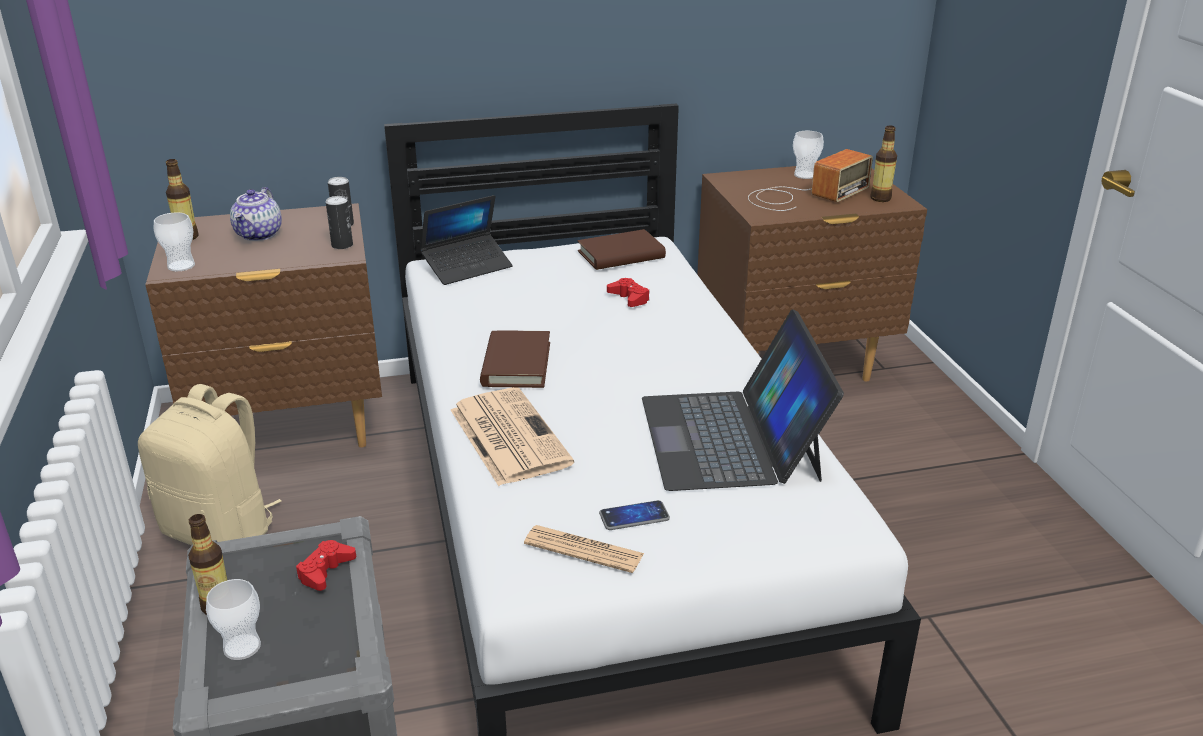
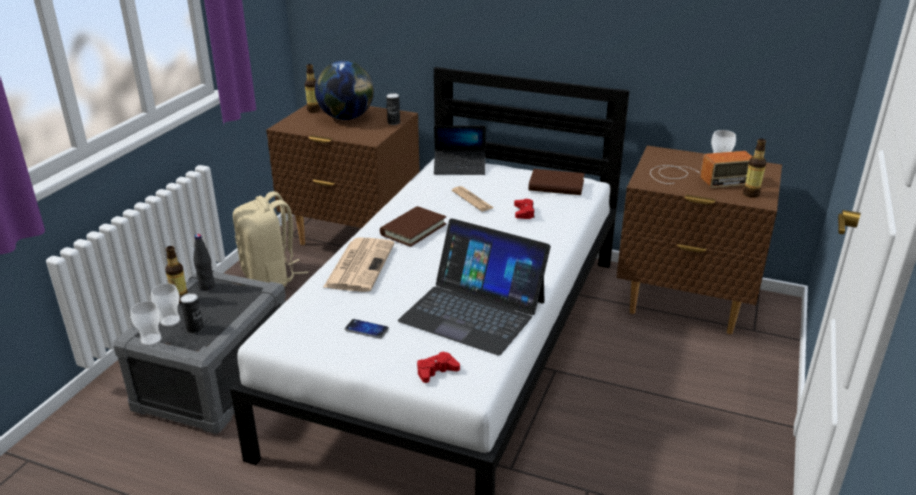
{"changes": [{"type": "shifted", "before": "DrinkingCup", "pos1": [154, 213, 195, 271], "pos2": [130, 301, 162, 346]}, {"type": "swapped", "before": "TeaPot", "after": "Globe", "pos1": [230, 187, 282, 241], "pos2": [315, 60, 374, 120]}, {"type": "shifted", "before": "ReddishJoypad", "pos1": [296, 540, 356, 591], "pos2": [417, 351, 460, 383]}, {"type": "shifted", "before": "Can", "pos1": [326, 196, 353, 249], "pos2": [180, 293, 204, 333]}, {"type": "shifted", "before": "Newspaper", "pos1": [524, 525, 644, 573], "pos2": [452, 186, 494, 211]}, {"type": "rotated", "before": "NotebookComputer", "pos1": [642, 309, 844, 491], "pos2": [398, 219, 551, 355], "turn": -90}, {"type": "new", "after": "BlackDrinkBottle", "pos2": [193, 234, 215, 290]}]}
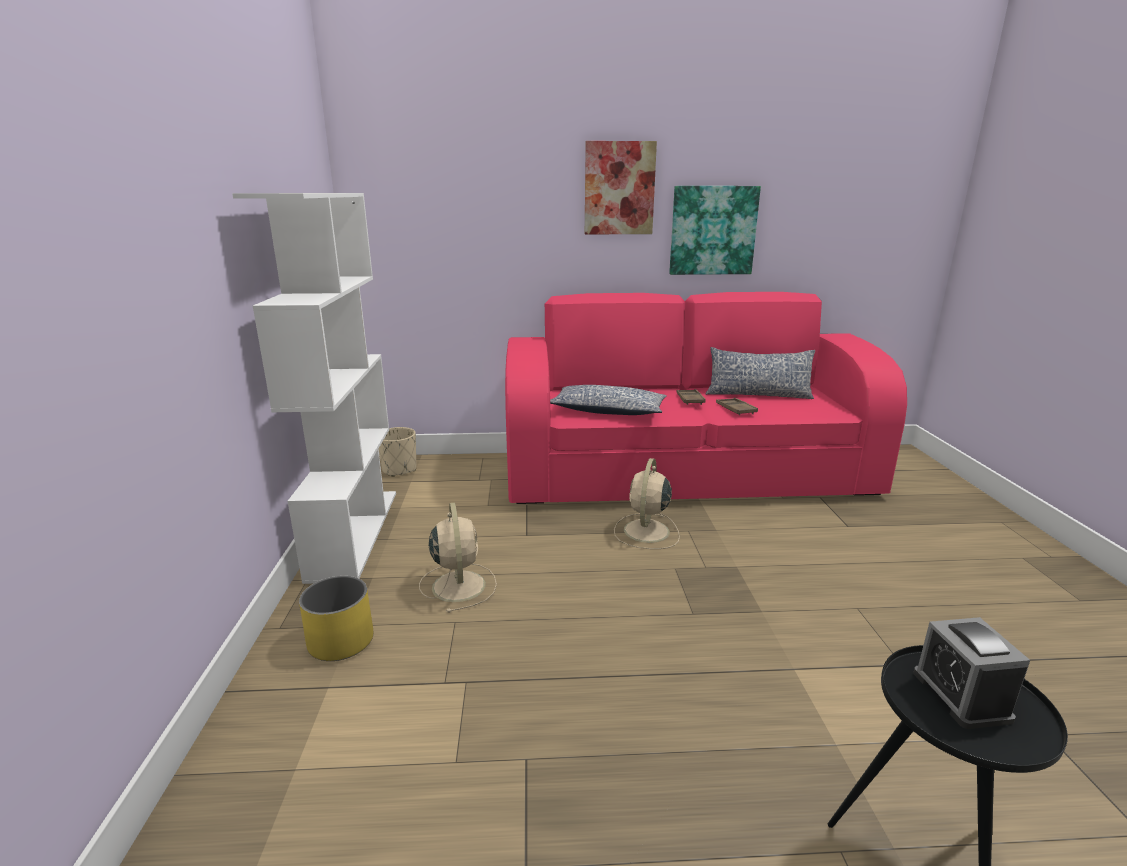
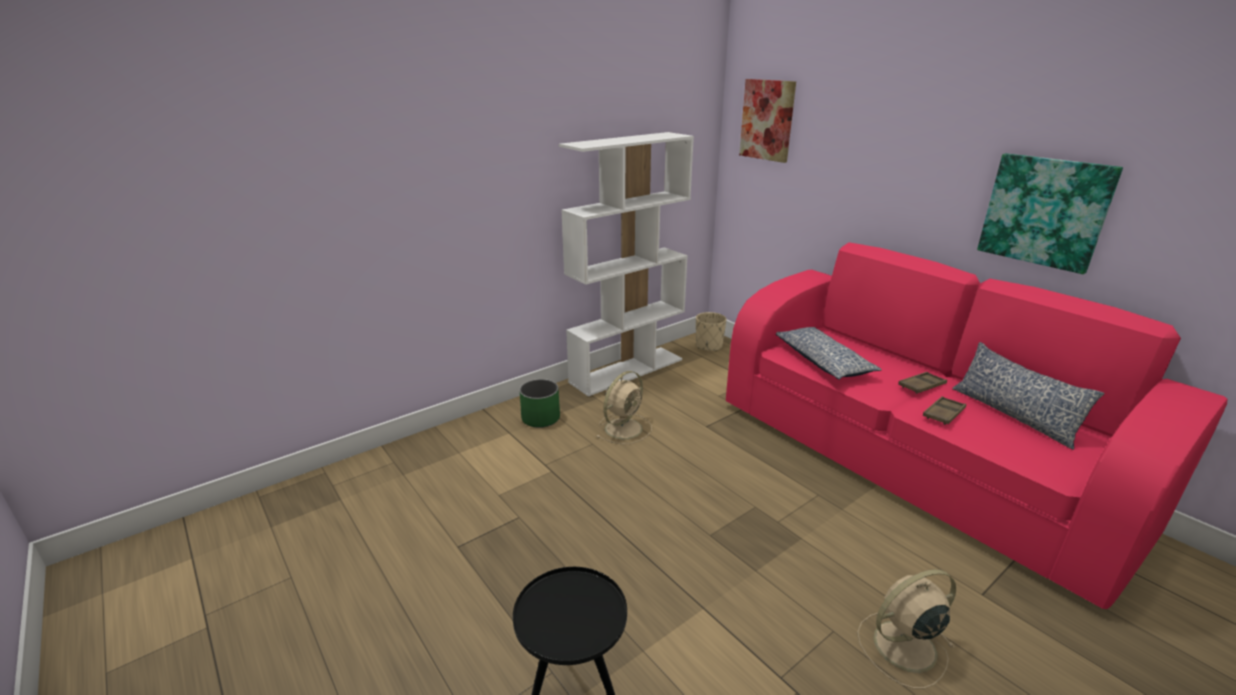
{"changes": [{"type": "repainted", "before": "YellowColouredPlanter", "after": "GreenishPlanter", "pos1": [299, 576, 373, 661], "pos2": [520, 379, 560, 428]}, {"type": "shifted", "before": "Picture", "pos1": [585, 141, 657, 234], "pos2": [739, 79, 796, 163]}, {"type": "shifted", "before": "BeigeFan", "pos1": [614, 458, 680, 549], "pos2": [857, 569, 956, 689]}, {"type": "gone", "before": "AlarmClock", "pos1": [913, 617, 1030, 729]}]}
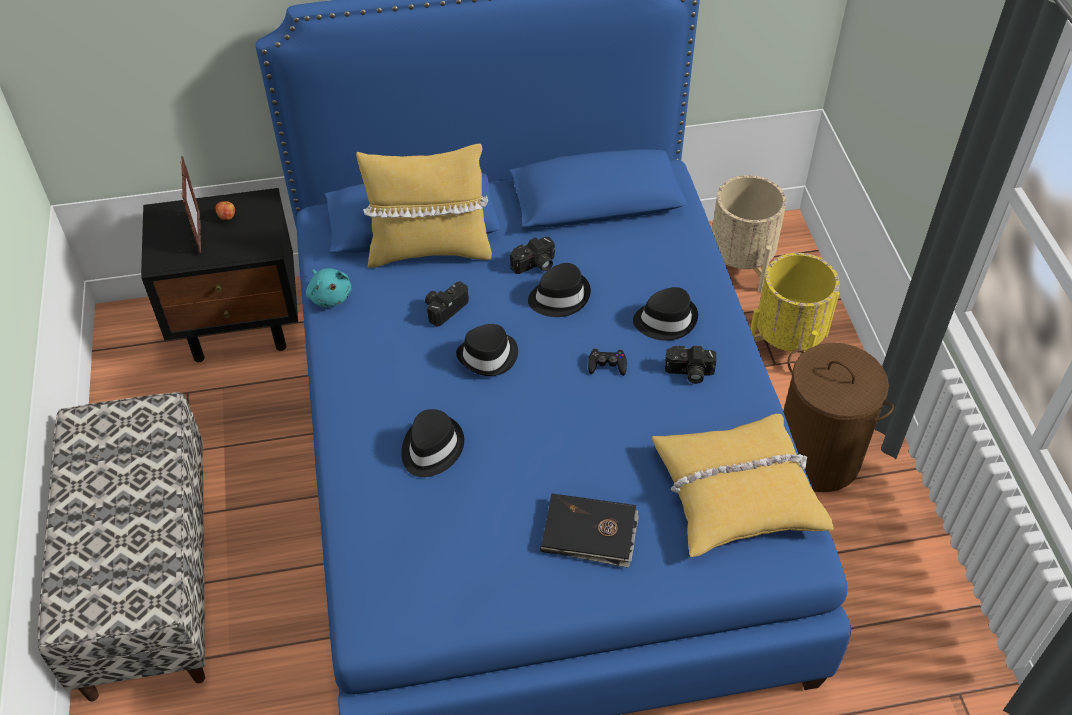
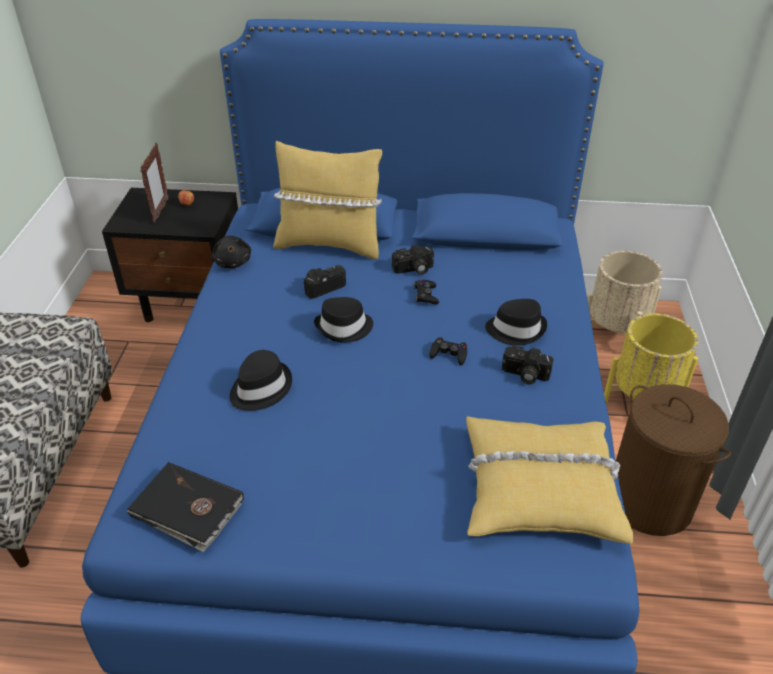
{"changes": [{"type": "repainted", "before": "TurquoisePlushToy", "after": "BlackPlushToy", "pos1": [306, 268, 351, 308], "pos2": [212, 236, 251, 268]}, {"type": "swapped", "before": "BlackClothingHat", "after": "BlackJoypad", "pos1": [528, 263, 591, 317], "pos2": [414, 280, 439, 305]}, {"type": "shifted", "before": "BlackVolume", "pos1": [540, 493, 639, 568], "pos2": [127, 462, 244, 552]}]}
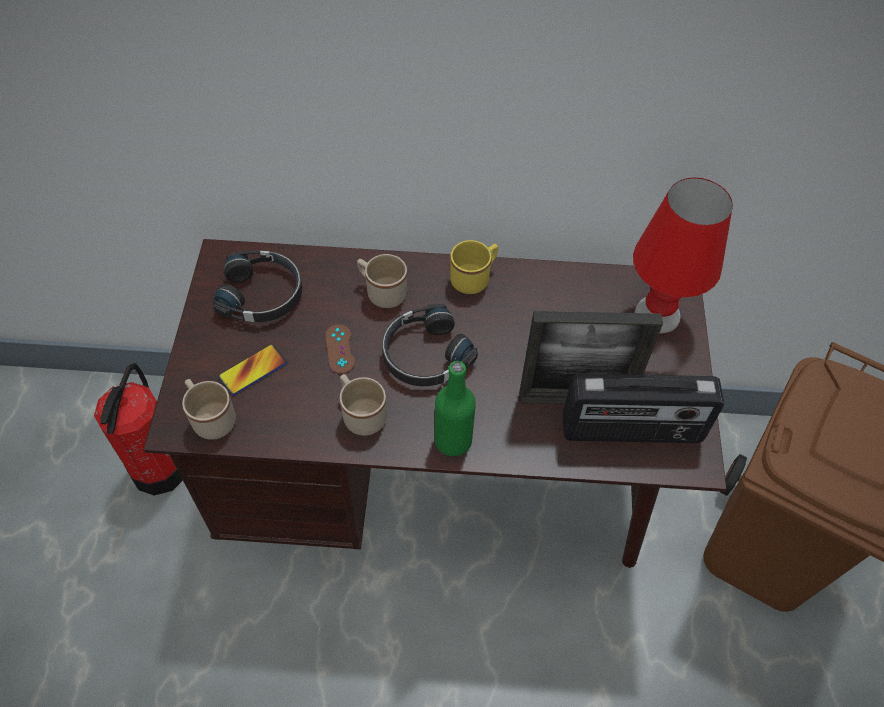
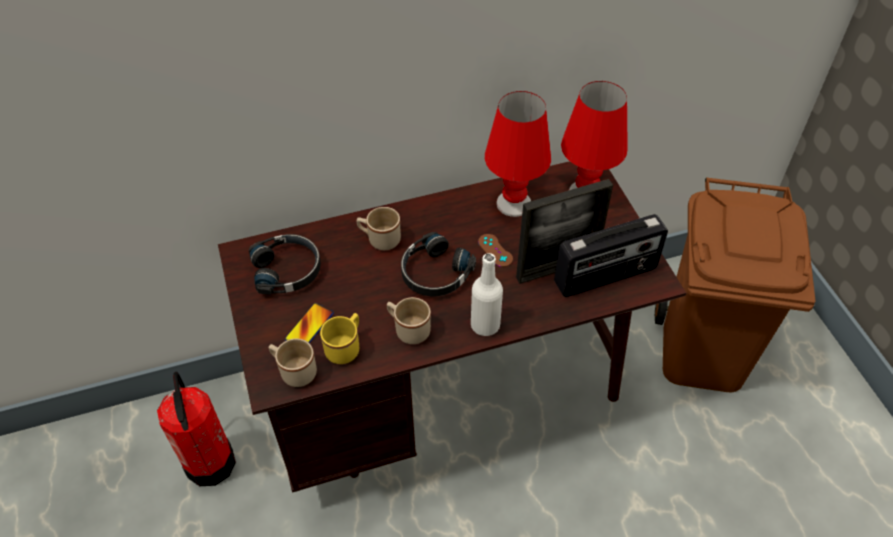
{"changes": [{"type": "shifted", "before": "BrownJoypad", "pos1": [325, 324, 355, 374], "pos2": [478, 234, 513, 267]}, {"type": "repainted", "before": "GreenishDrinkBottle", "after": "WhiteColouredDrinkBottle", "pos1": [434, 361, 476, 456], "pos2": [471, 253, 503, 336]}, {"type": "shifted", "before": "YellowColouredMug", "pos1": [450, 240, 498, 294], "pos2": [320, 313, 359, 364]}, {"type": "new", "after": "ReddishTableLamp", "pos2": [485, 91, 551, 217]}]}
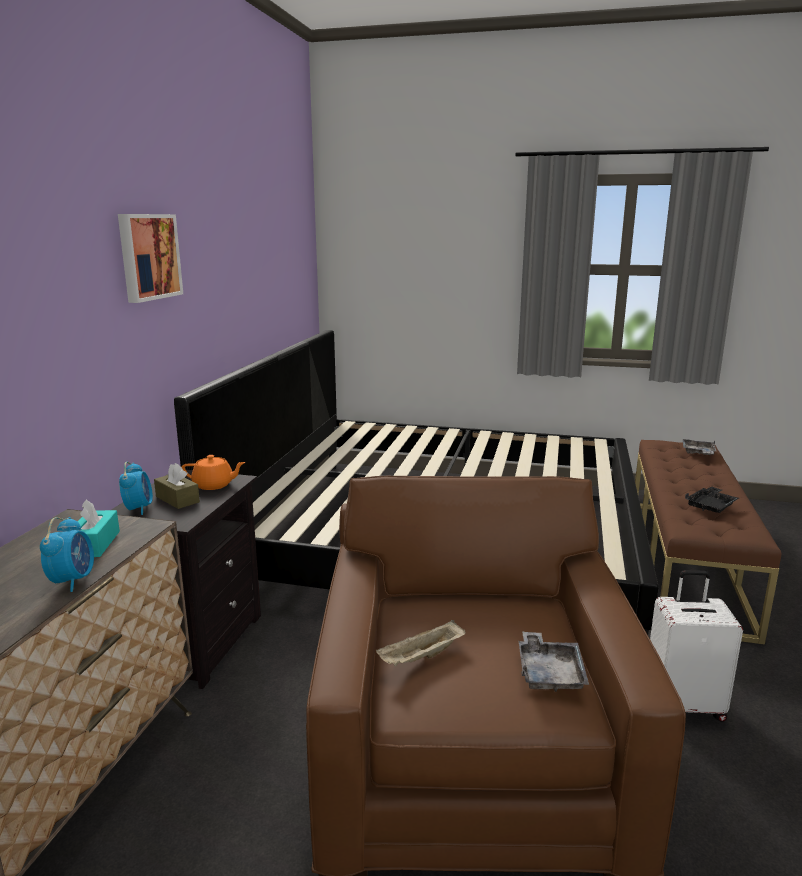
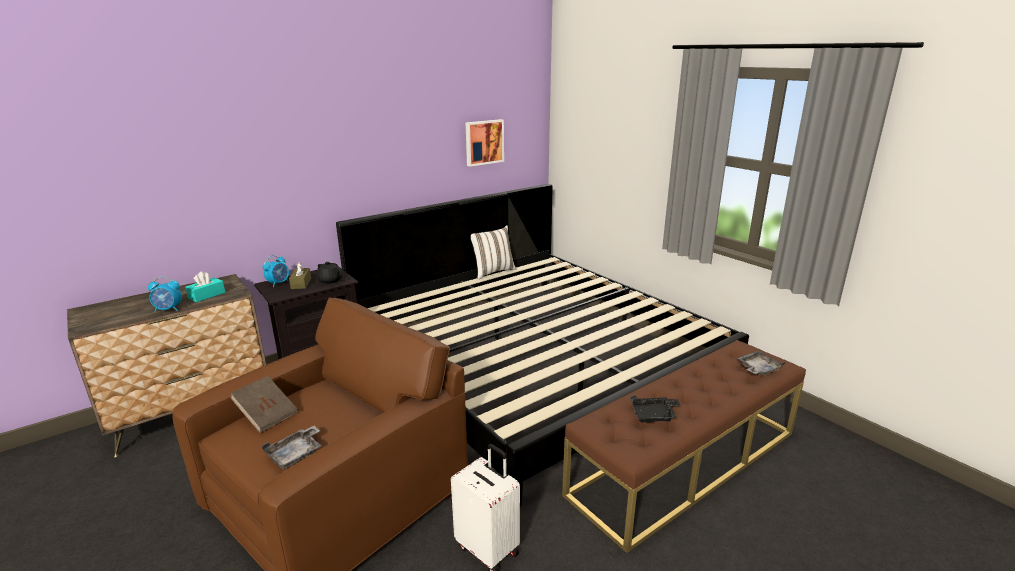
{"changes": [{"type": "rotated", "before": "AlarmClock", "pos1": [40, 517, 94, 592], "pos2": [148, 276, 182, 312], "turn": 45}, {"type": "shifted", "before": "Picture", "pos1": [118, 214, 183, 303], "pos2": [466, 119, 504, 166]}, {"type": "repainted", "before": "OrangeTeaPot", "after": "BlackTeaPot", "pos1": [182, 455, 246, 490], "pos2": [316, 262, 342, 284]}, {"type": "swapped", "before": "BeigeTray", "after": "BrownVolume", "pos1": [376, 620, 466, 666], "pos2": [231, 376, 298, 433]}, {"type": "new", "after": "WhiteColouredPillow", "pos2": [471, 226, 517, 279]}]}
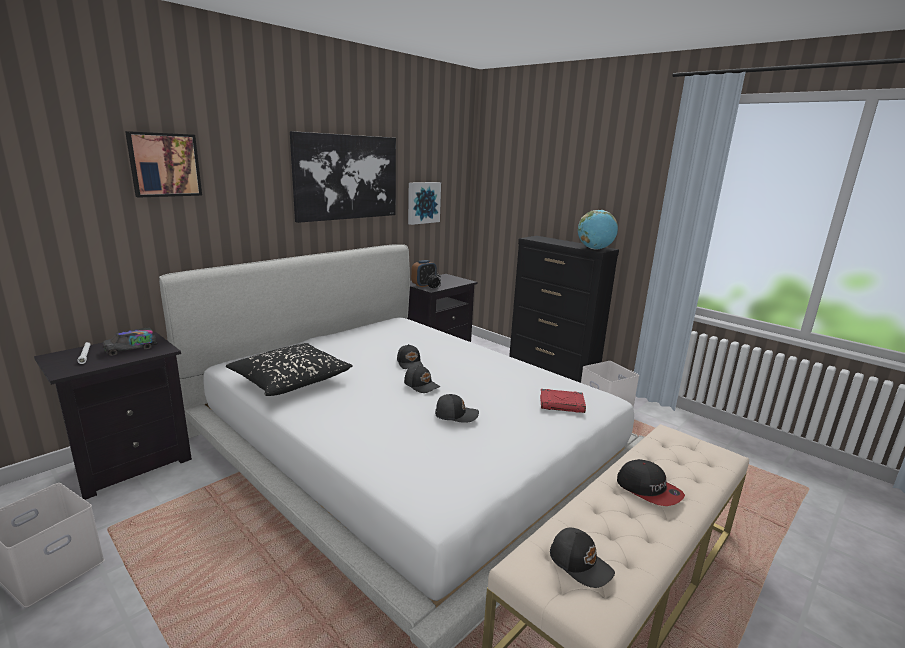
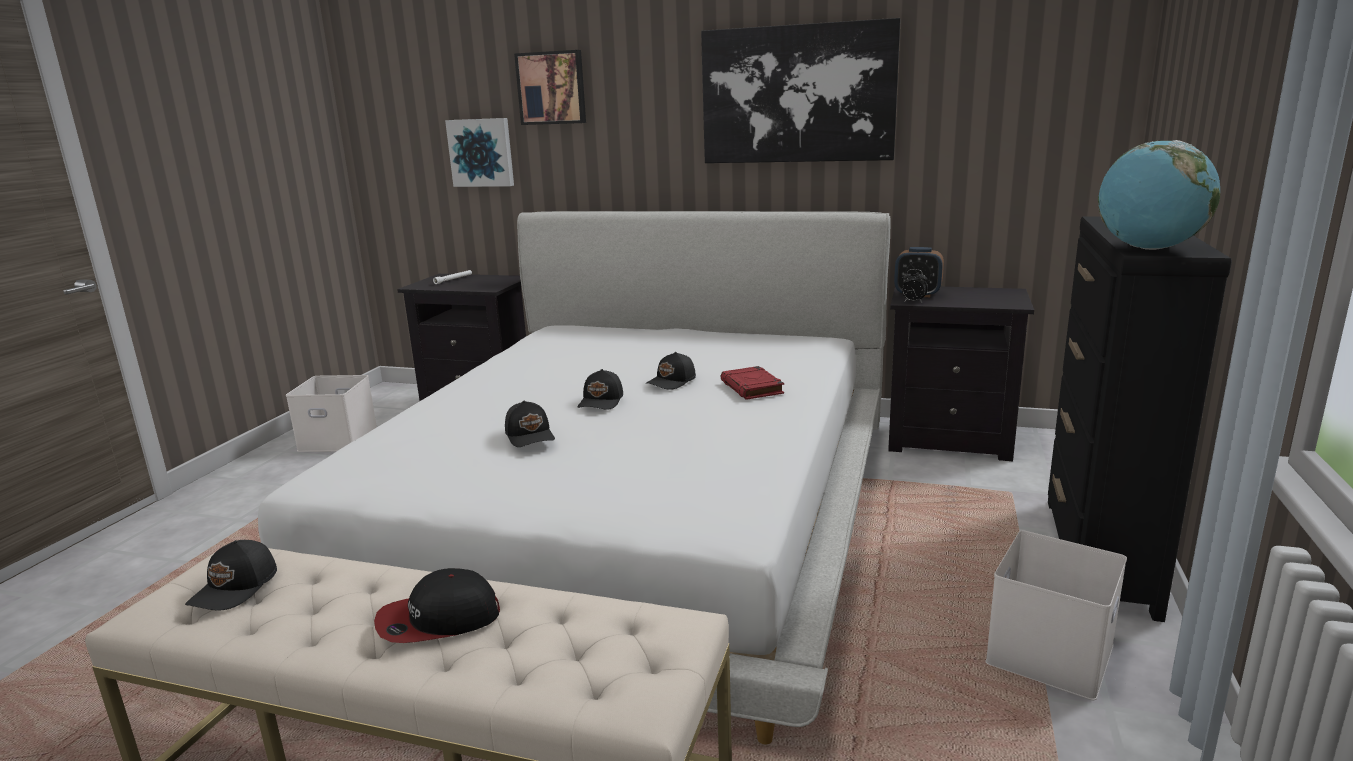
{"changes": [{"type": "gone", "before": "ToyTruck", "pos1": [103, 327, 157, 356]}, {"type": "gone", "before": "BlackPillow", "pos1": [226, 343, 353, 396]}, {"type": "shifted", "before": "Picture", "pos1": [408, 182, 441, 225], "pos2": [445, 118, 514, 187]}, {"type": "shifted", "before": "ReddishVolume", "pos1": [540, 389, 586, 413], "pos2": [720, 366, 784, 400]}, {"type": "rotated", "before": "Cap", "pos1": [617, 459, 685, 506], "pos2": [374, 568, 500, 643], "turn": 45}]}
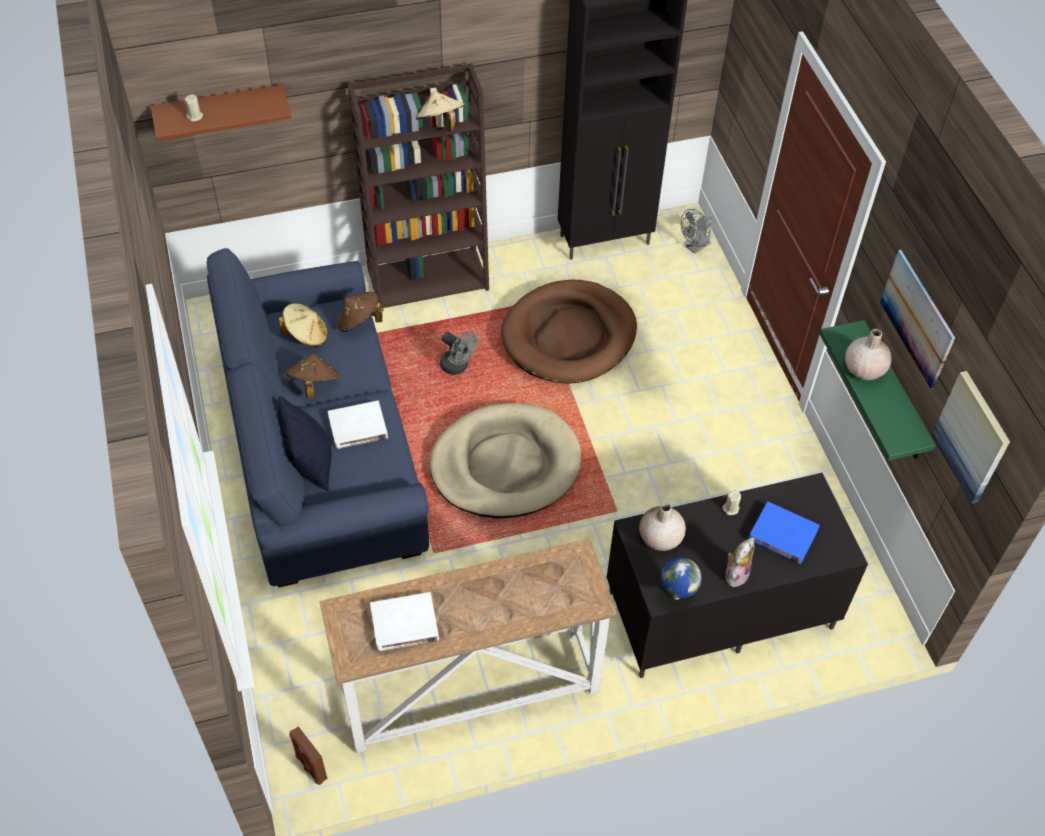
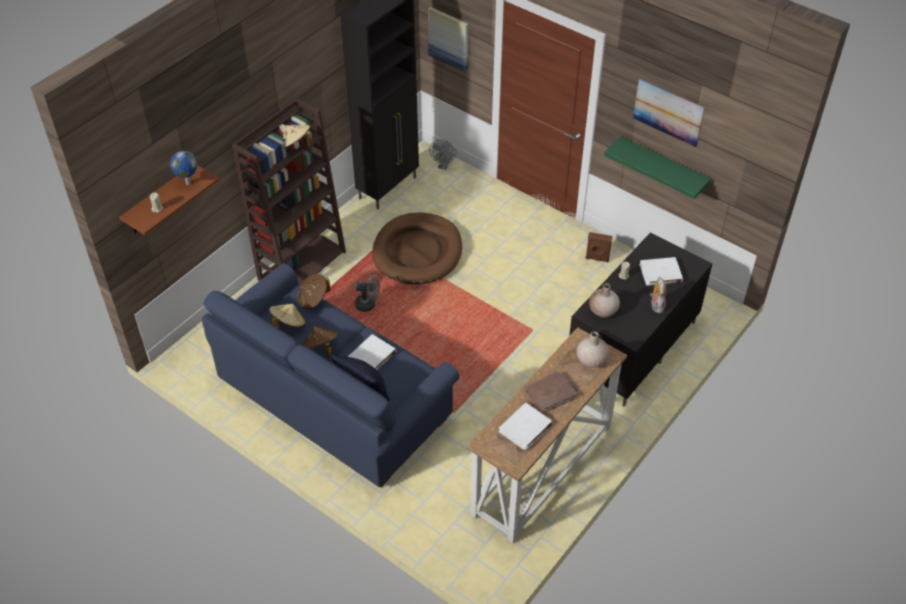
{"changes": [{"type": "shifted", "before": "BrownLoudspeaker", "pos1": [289, 726, 328, 785], "pos2": [585, 232, 612, 263]}, {"type": "gone", "before": "BeigeDogBed", "pos1": [430, 403, 581, 518]}, {"type": "shifted", "before": "Globe", "pos1": [661, 557, 702, 600], "pos2": [170, 151, 198, 185]}, {"type": "repainted", "before": "BlueColouredVolume", "after": "WhiteColouredVolume", "pos1": [749, 502, 820, 564], "pos2": [640, 257, 683, 286]}, {"type": "shifted", "before": "BeigeVase", "pos1": [845, 329, 892, 380], "pos2": [576, 331, 609, 368]}, {"type": "shifted", "before": "Picture", "pos1": [932, 371, 1010, 504], "pos2": [428, 7, 468, 72]}, {"type": "new", "after": "BrownVolume", "pos2": [524, 371, 577, 414]}]}
